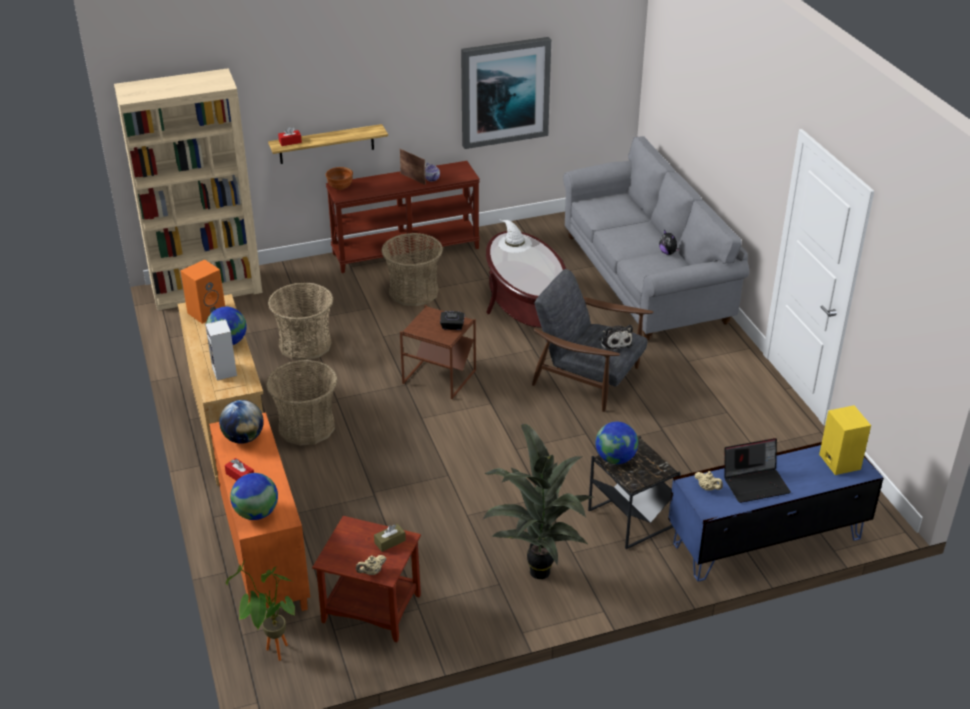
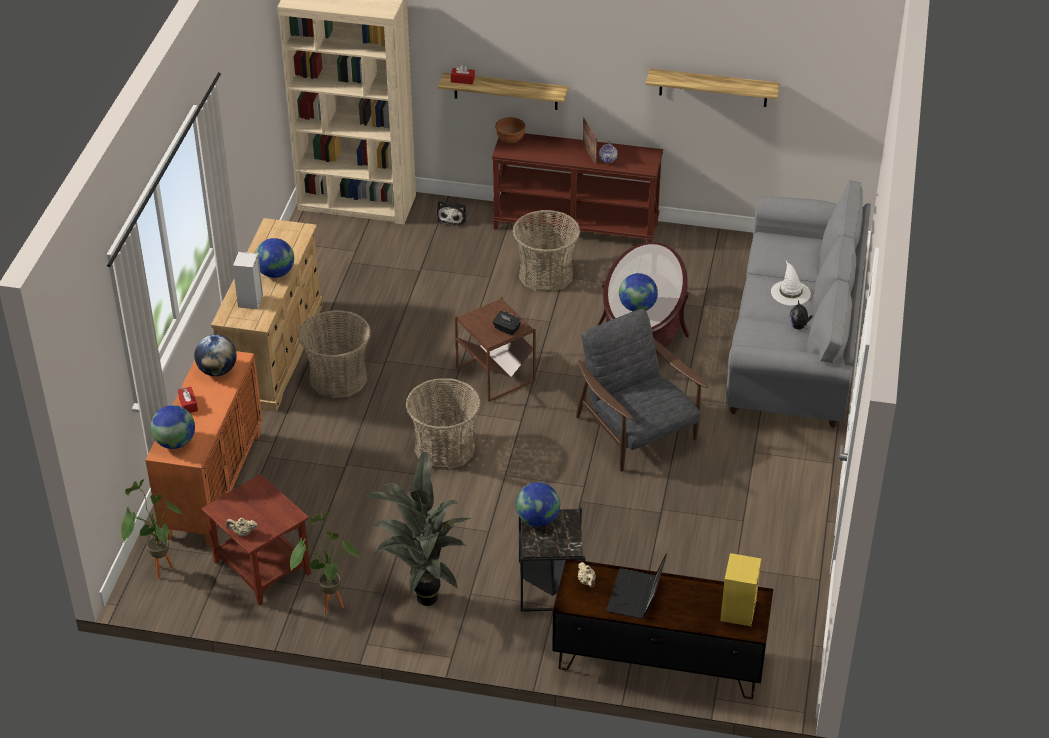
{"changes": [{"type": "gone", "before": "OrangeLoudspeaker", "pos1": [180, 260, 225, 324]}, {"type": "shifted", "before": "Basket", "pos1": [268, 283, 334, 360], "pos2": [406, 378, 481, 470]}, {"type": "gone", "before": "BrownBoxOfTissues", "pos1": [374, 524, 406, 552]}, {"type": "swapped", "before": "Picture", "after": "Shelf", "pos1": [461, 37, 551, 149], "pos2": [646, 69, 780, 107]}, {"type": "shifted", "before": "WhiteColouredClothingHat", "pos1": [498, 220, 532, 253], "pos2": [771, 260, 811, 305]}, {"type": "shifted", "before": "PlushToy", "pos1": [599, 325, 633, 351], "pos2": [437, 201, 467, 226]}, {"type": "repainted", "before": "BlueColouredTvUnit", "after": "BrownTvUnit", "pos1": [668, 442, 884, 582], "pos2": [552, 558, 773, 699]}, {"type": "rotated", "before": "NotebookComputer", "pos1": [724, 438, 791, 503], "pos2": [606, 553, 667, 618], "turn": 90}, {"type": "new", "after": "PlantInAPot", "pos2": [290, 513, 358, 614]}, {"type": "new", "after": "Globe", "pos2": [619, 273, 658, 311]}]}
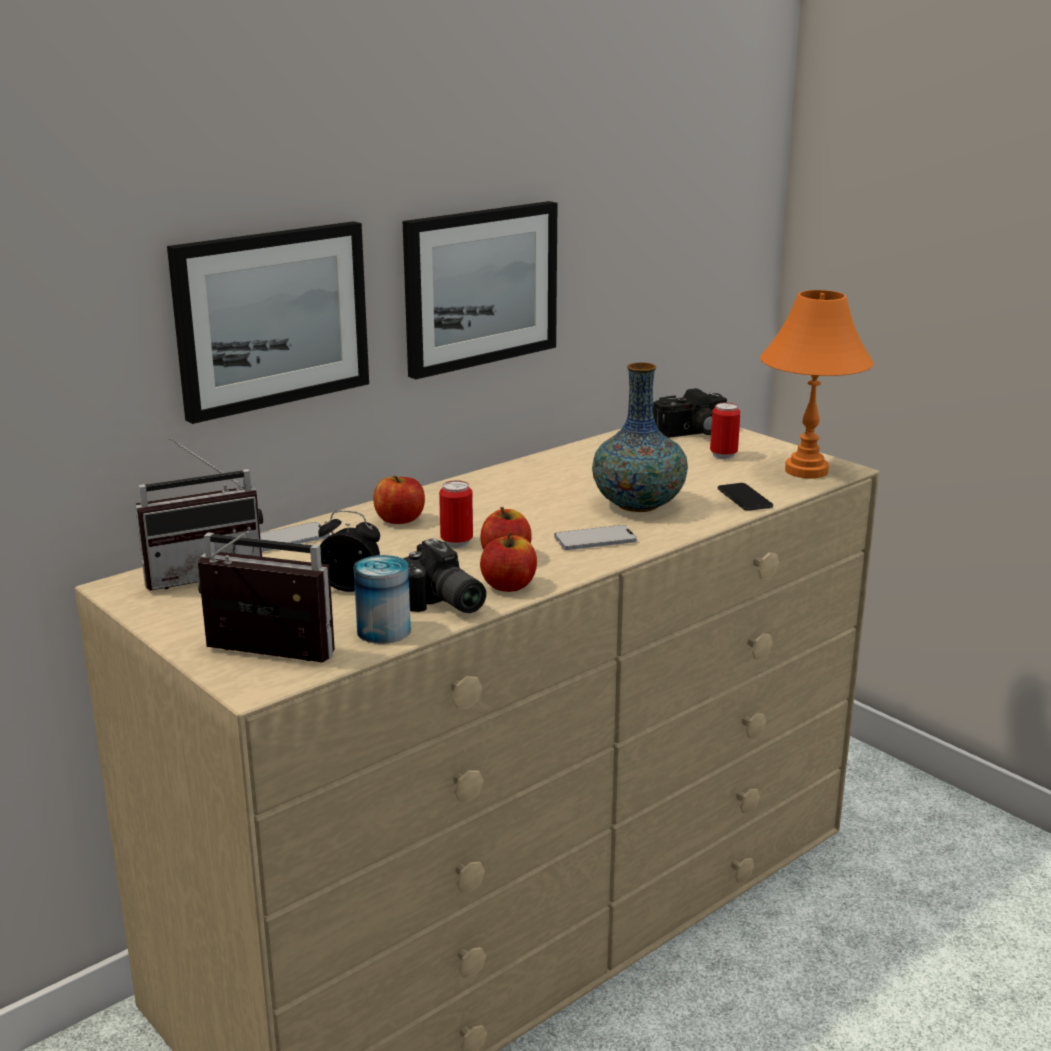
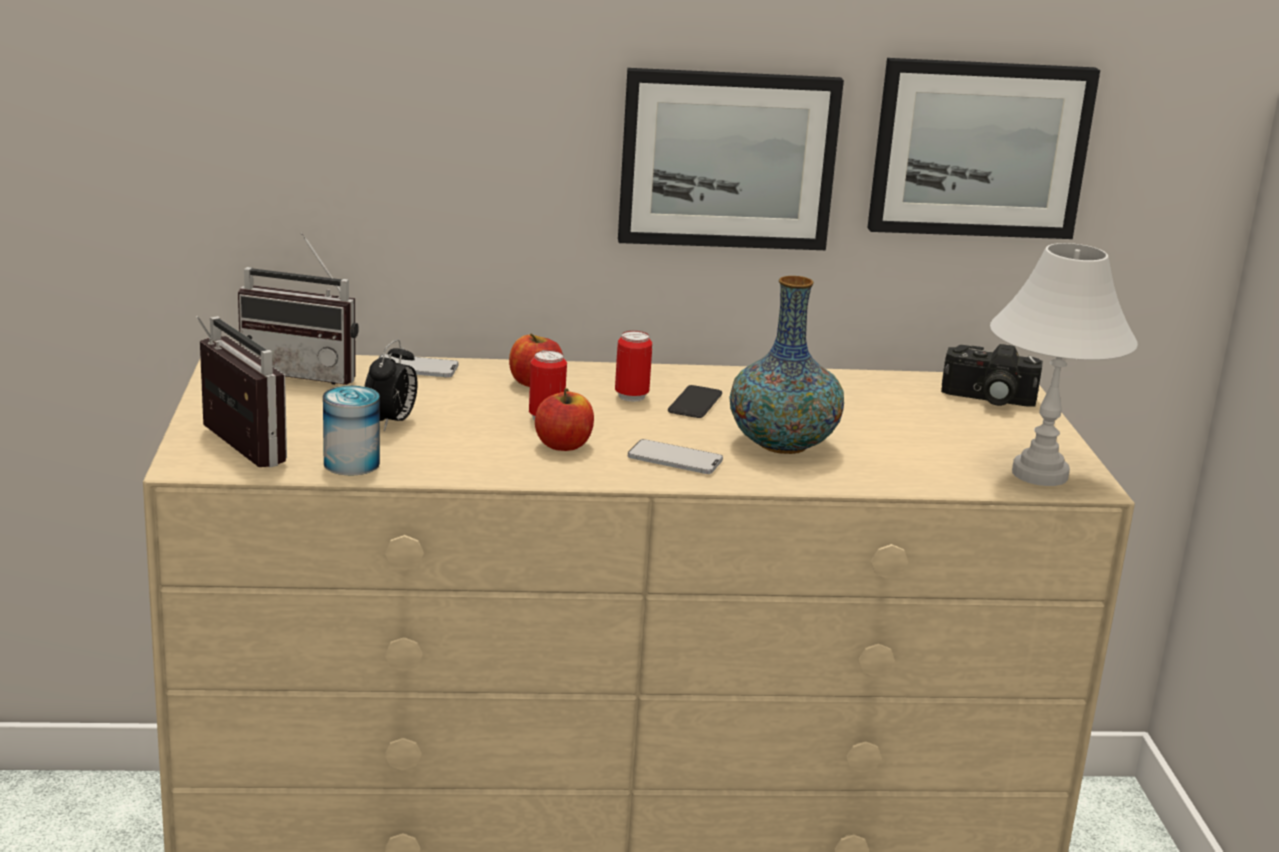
{"changes": [{"type": "shifted", "before": "Picture", "pos1": [167, 221, 369, 424], "pos2": [867, 58, 1100, 239]}, {"type": "rotated", "before": "AlarmClock", "pos1": [318, 510, 380, 592], "pos2": [364, 339, 417, 431], "turn": 60}, {"type": "gone", "before": "StillCamera", "pos1": [403, 538, 486, 613]}, {"type": "gone", "before": "AppleFruit", "pos1": [480, 532, 537, 592]}, {"type": "shifted", "before": "Can", "pos1": [710, 402, 740, 459], "pos2": [615, 331, 652, 402]}, {"type": "shifted", "before": "Telephone", "pos1": [717, 483, 773, 511], "pos2": [668, 385, 722, 418]}, {"type": "repainted", "before": "OrangeTableLamp", "after": "WhiteColouredTableLamp", "pos1": [760, 290, 874, 479], "pos2": [990, 243, 1138, 486]}]}
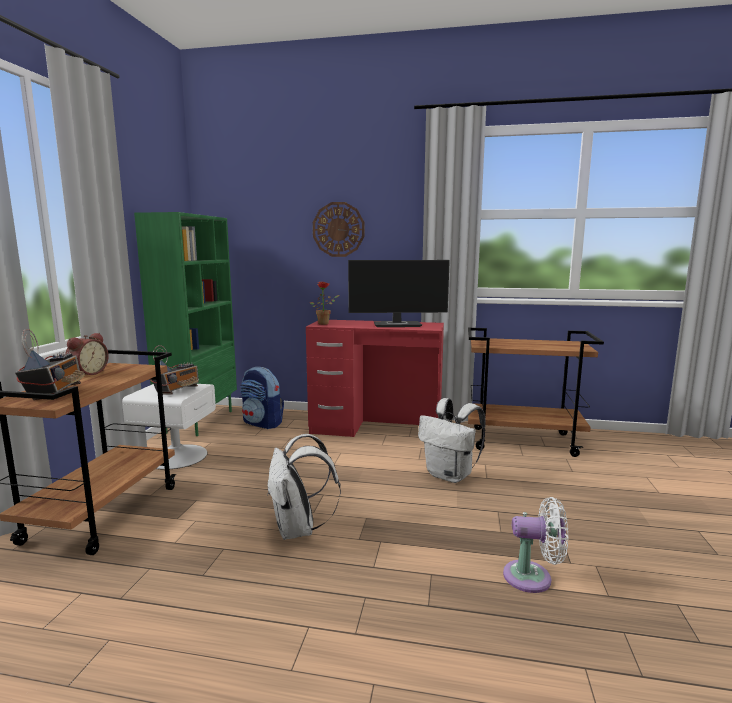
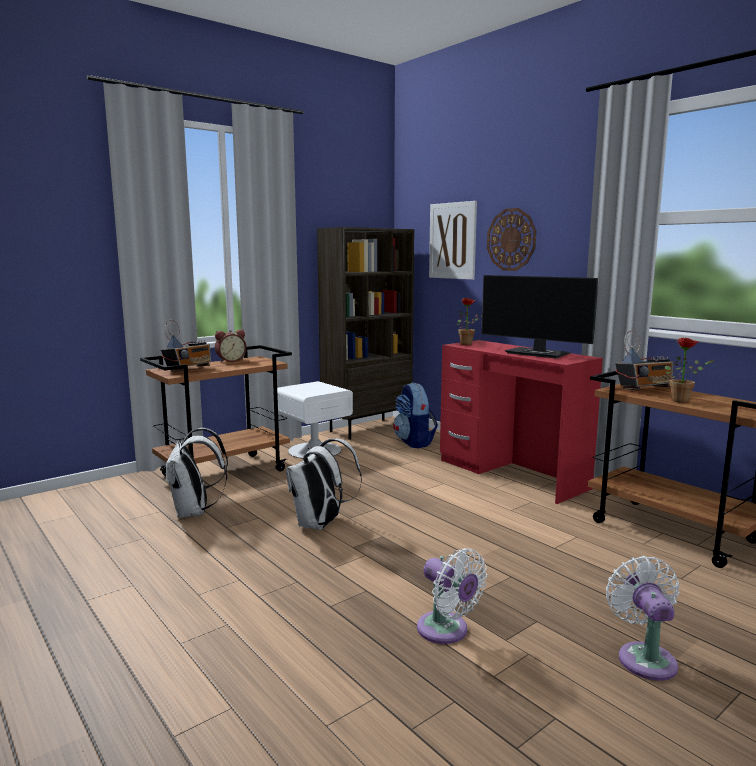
{"changes": [{"type": "repainted", "before": "GreenishBookshelf", "after": "BrownBookshelf", "pos1": [134, 212, 237, 436], "pos2": [317, 227, 414, 440]}, {"type": "shifted", "before": "Radio", "pos1": [150, 345, 199, 395], "pos2": [615, 330, 674, 390]}, {"type": "shifted", "before": "WhiteColouredBackpack", "pos1": [418, 398, 486, 483], "pos2": [166, 428, 228, 518]}, {"type": "new", "after": "Picture", "pos2": [429, 201, 477, 280]}, {"type": "new", "after": "WhiteColouredFan", "pos2": [606, 556, 679, 681]}, {"type": "new", "after": "PlantInAPot", "pos2": [665, 338, 715, 403]}]}
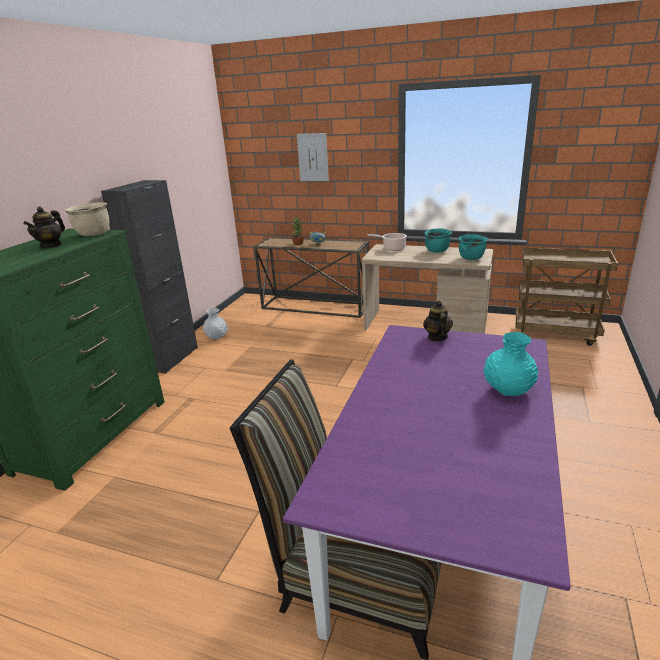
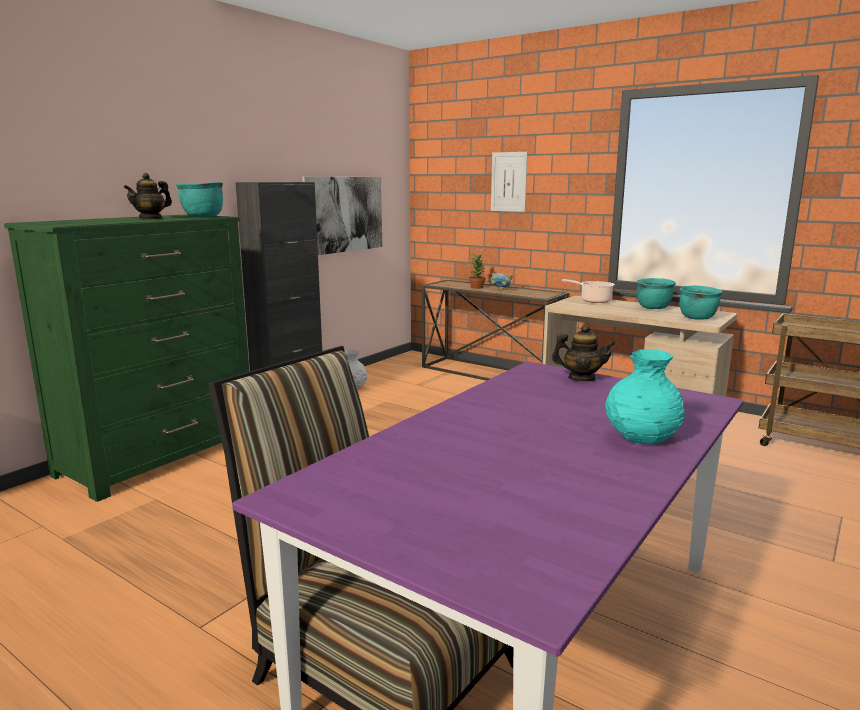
{"changes": [{"type": "repainted", "before": "BeigeStockpot", "after": "TurquoiseStockpot", "pos1": [65, 202, 110, 236], "pos2": [176, 182, 223, 217]}, {"type": "rotated", "before": "TeaPot", "pos1": [423, 301, 453, 341], "pos2": [552, 324, 616, 381], "turn": 90}, {"type": "new", "after": "Picture", "pos2": [302, 177, 382, 255]}]}
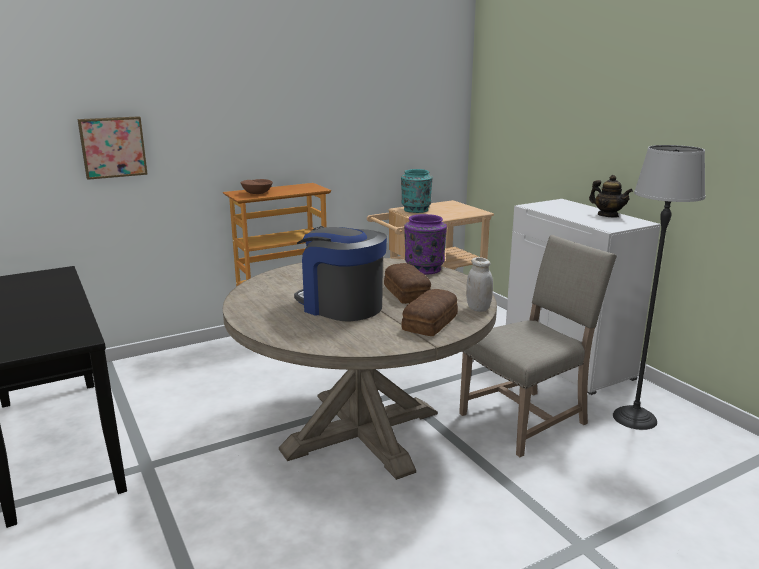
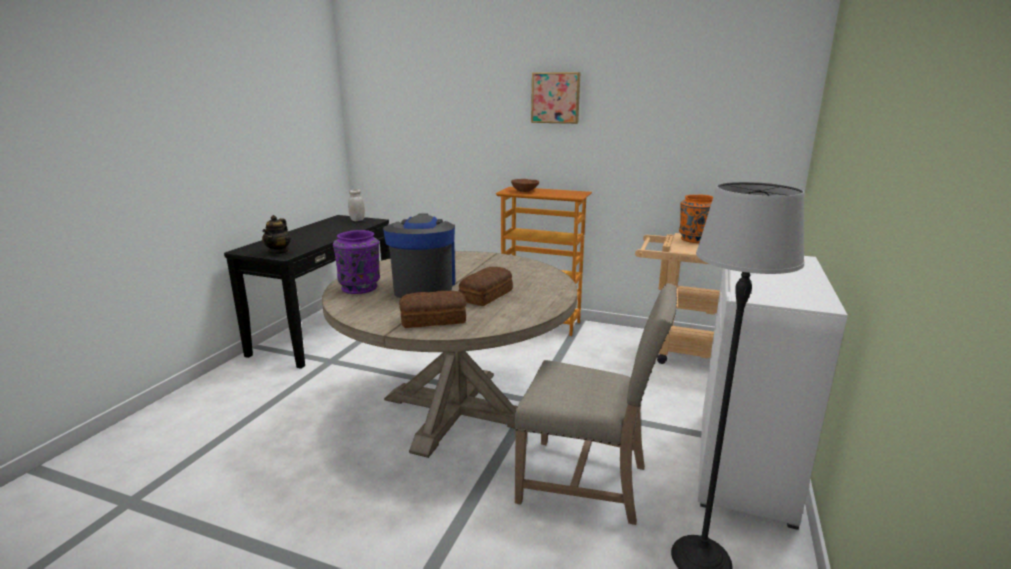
{"changes": [{"type": "shifted", "before": "Picture", "pos1": [77, 116, 148, 180], "pos2": [531, 72, 581, 124]}, {"type": "repainted", "before": "TurquoiseVase", "after": "OrangeVase", "pos1": [401, 169, 432, 213], "pos2": [679, 195, 713, 243]}, {"type": "shifted", "before": "PurpleVase", "pos1": [404, 214, 447, 275], "pos2": [333, 230, 380, 294]}, {"type": "shifted", "before": "WhiteColouredJar", "pos1": [466, 257, 493, 312], "pos2": [348, 189, 365, 221]}, {"type": "shifted", "before": "TeaPot", "pos1": [589, 175, 633, 217], "pos2": [262, 215, 291, 254]}]}
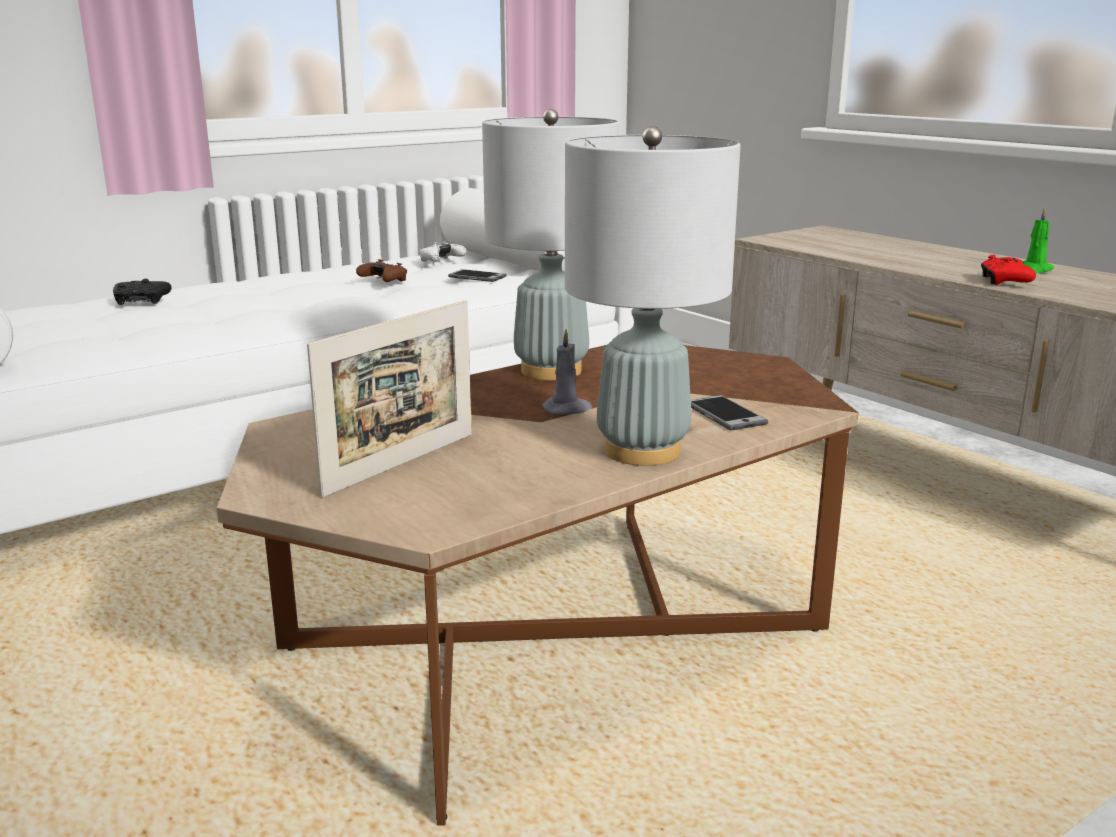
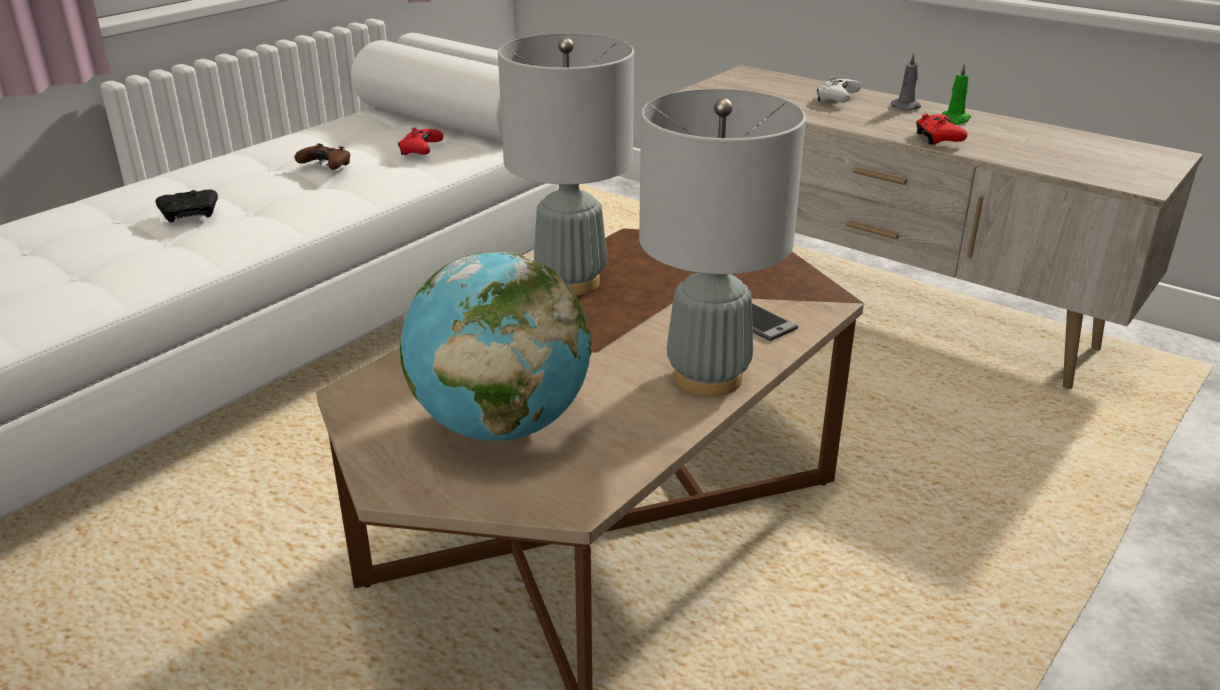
{"changes": [{"type": "shifted", "before": "BlackJoypad", "pos1": [113, 279, 172, 305], "pos2": [156, 190, 218, 223]}, {"type": "swapped", "before": "PhotoFrame", "after": "Globe", "pos1": [307, 300, 472, 498], "pos2": [400, 251, 591, 441]}, {"type": "shifted", "before": "WhiteColouredJoypad", "pos1": [419, 241, 467, 262], "pos2": [817, 76, 861, 103]}, {"type": "swapped", "before": "Telephone", "after": "ReddishJoypad", "pos1": [448, 269, 507, 282], "pos2": [398, 127, 443, 155]}, {"type": "shifted", "before": "GreyWaxCandle", "pos1": [542, 329, 592, 415], "pos2": [890, 53, 921, 110]}]}
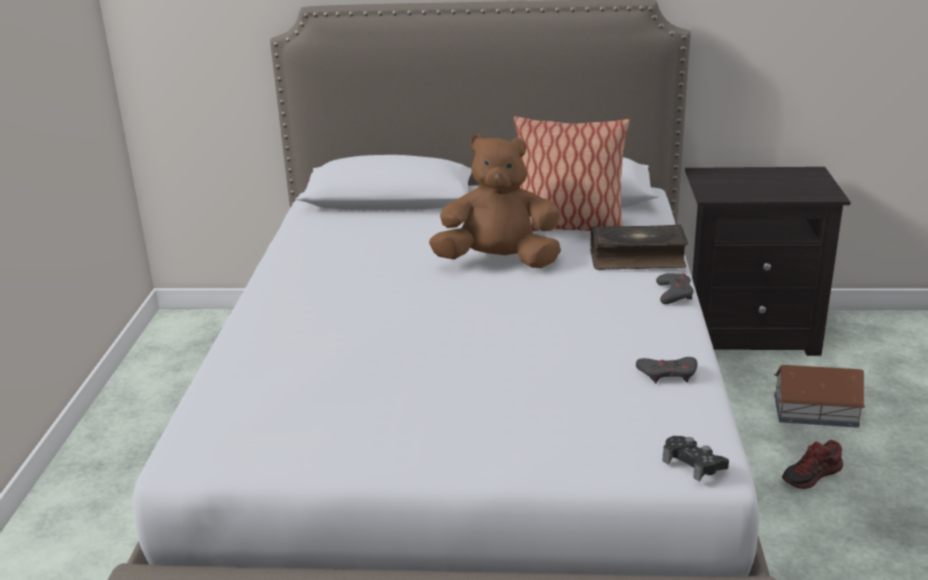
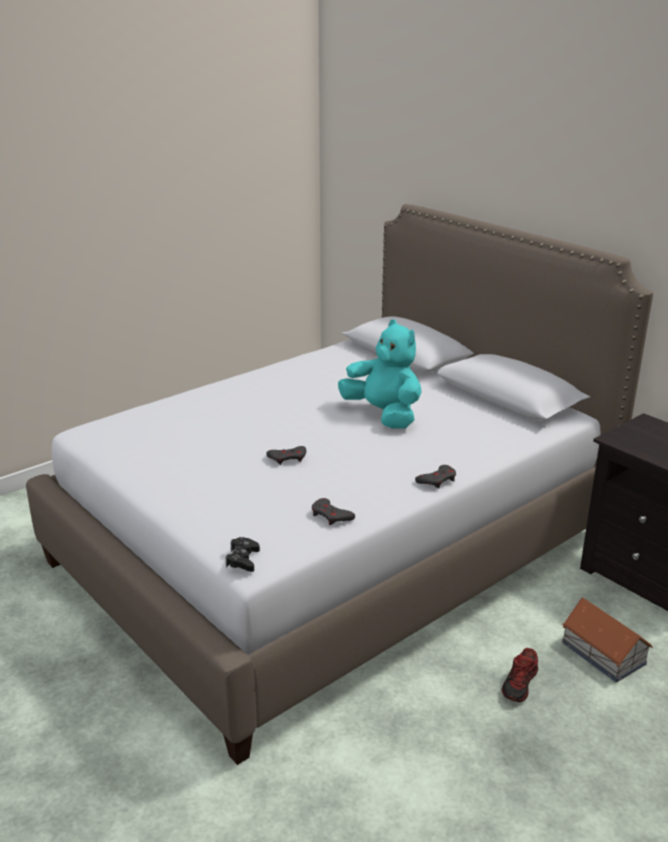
{"changes": [{"type": "repainted", "before": "BrownPlushToy", "after": "TurquoisePlushToy", "pos1": [429, 134, 561, 268], "pos2": [338, 319, 422, 428]}, {"type": "gone", "before": "Pillow", "pos1": [514, 117, 630, 232]}, {"type": "gone", "before": "Volume", "pos1": [590, 225, 688, 270]}, {"type": "rotated", "before": "ItemOfFootwear", "pos1": [782, 440, 843, 489], "pos2": [502, 648, 538, 702], "turn": -75}, {"type": "new", "after": "GreyJoypad", "pos2": [266, 446, 306, 465]}]}
